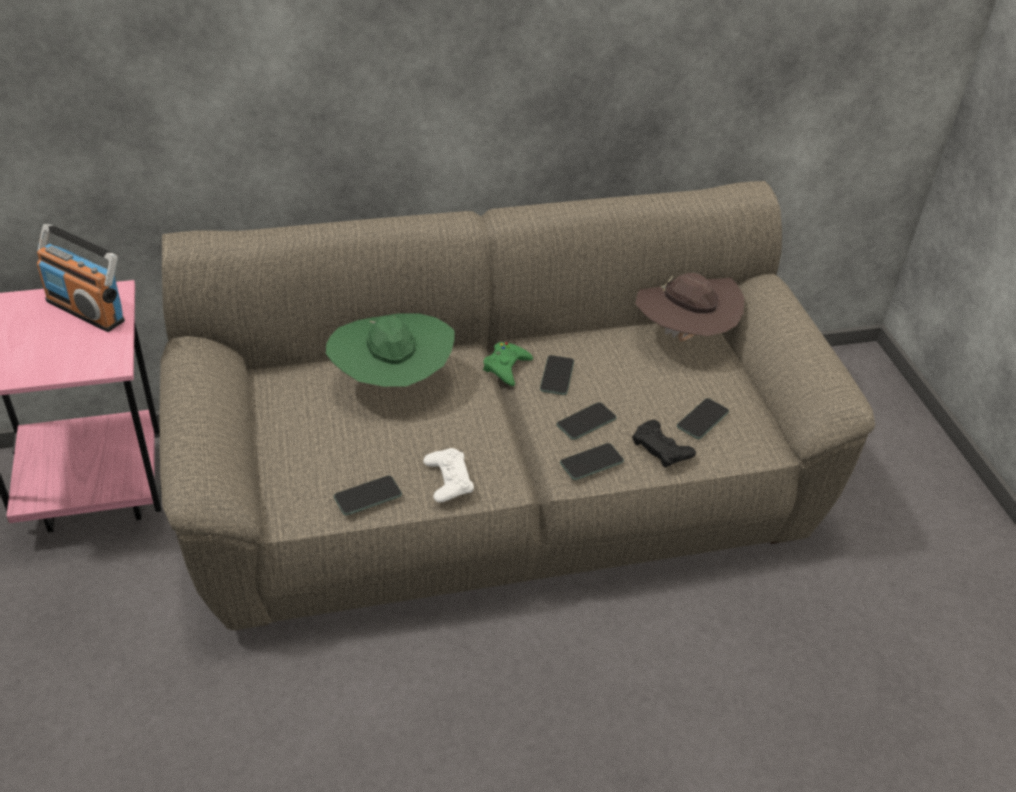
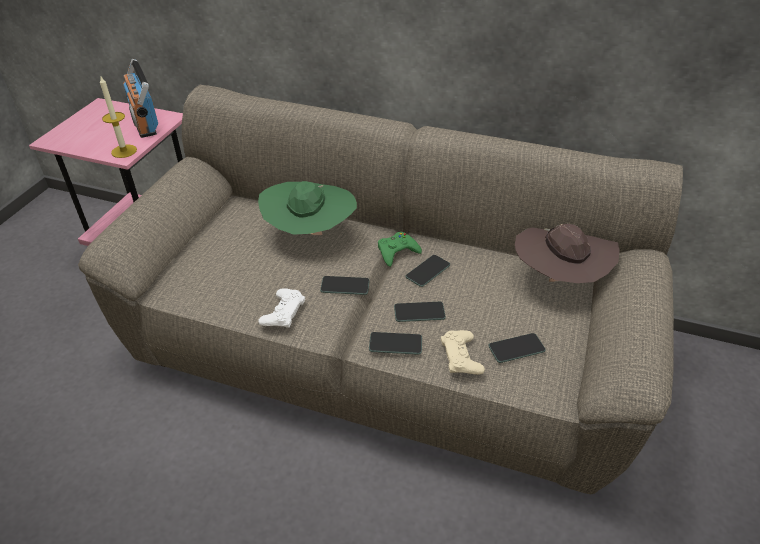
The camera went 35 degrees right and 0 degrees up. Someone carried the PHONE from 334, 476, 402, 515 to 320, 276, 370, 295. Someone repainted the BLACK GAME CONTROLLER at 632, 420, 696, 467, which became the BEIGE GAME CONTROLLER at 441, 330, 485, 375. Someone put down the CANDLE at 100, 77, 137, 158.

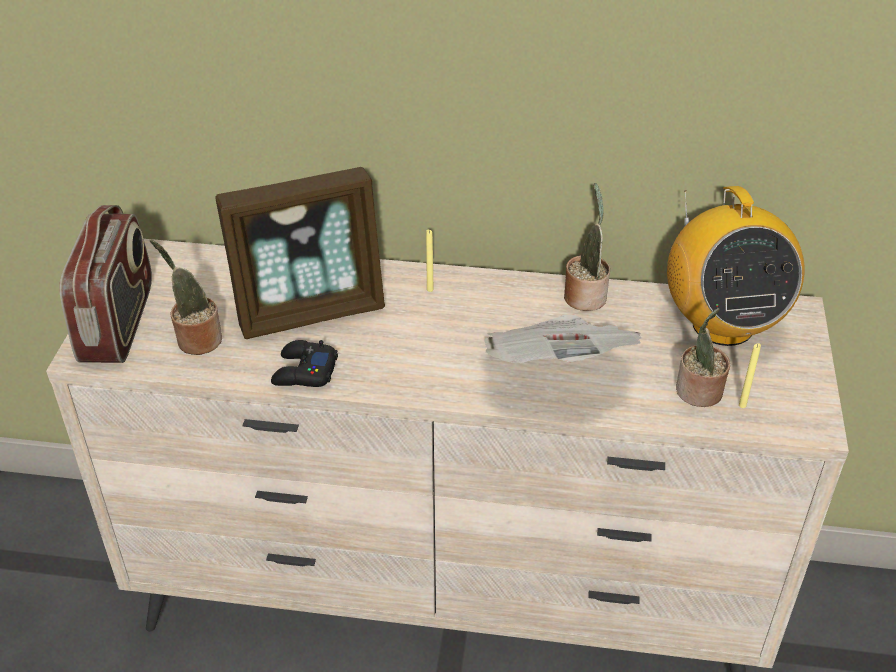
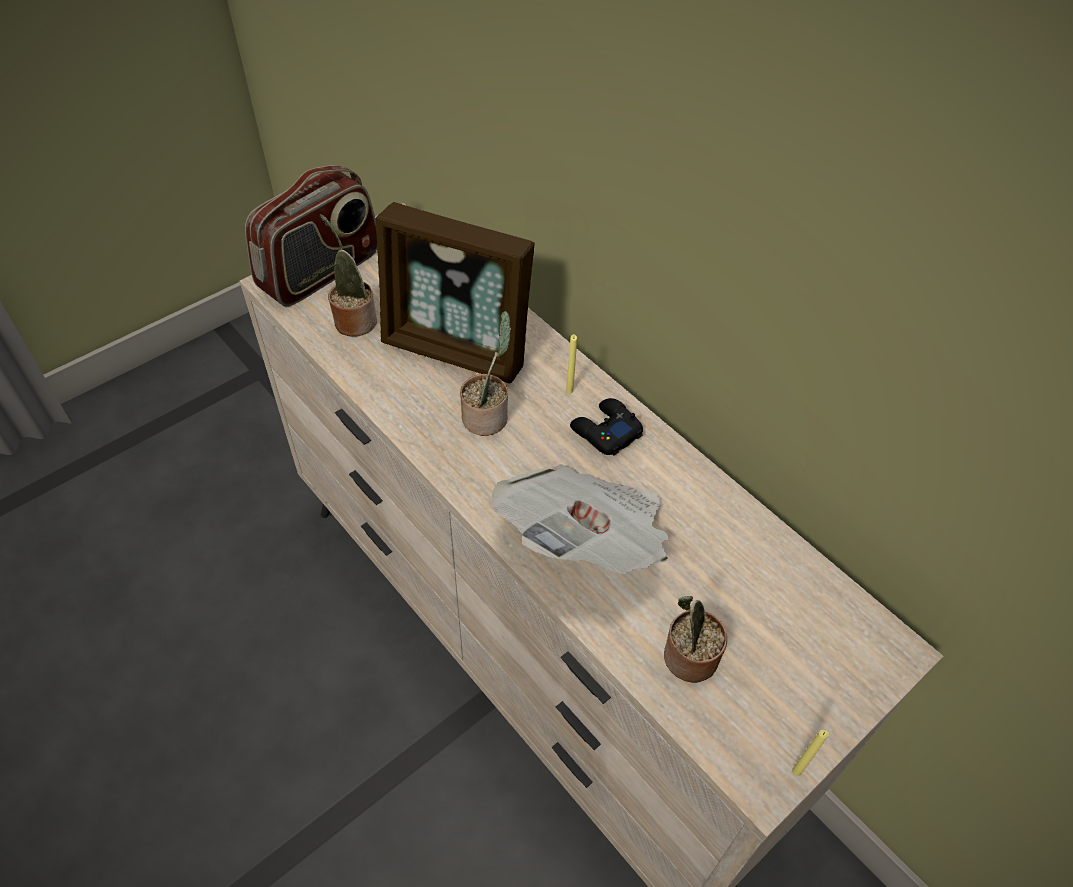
The camera went 40 degrees right and 10 degrees up. Someone carried the BLACK GAME CONTROLLER from 271, 340, 338, 387 to 570, 398, 643, 456. Someone carried the POTTED PLANT from 564, 183, 610, 311 to 460, 311, 511, 436. Someone took away the RADIO at 667, 186, 805, 346. Someone carried the YELLOW CANDLE from 739, 343, 761, 408 to 792, 730, 829, 776.

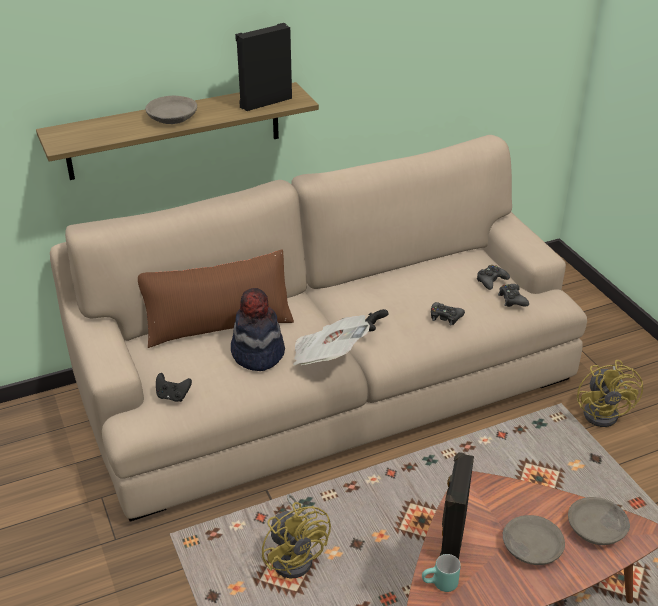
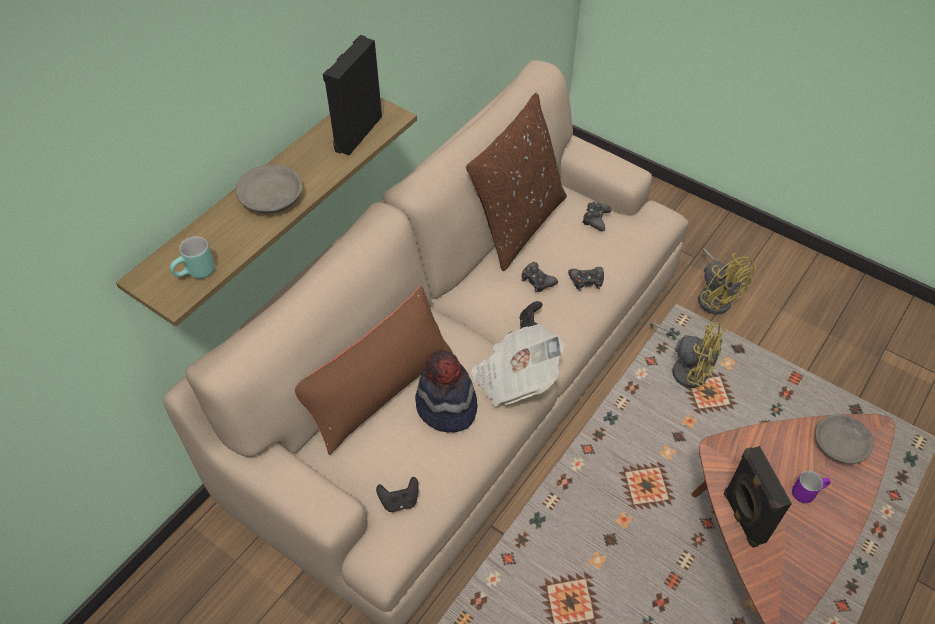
The camera went 30 degrees left and 15 degrees up. Someone carried the YELLOW FAN from 262, 494, 331, 578 to 650, 322, 725, 388. Someone carried the TURQUOISE MUG from 422, 554, 461, 592 to 170, 236, 215, 279. Someone carried the BLACK GAME CONTROLLER from 498, 284, 529, 307 to 521, 262, 558, 292. Someone swapped the GREY BOWL at 503, 515, 565, 565 for the PURPLE MUG at 792, 471, 830, 503. Someone put down the BROWN PILLOW at 466, 92, 567, 271.

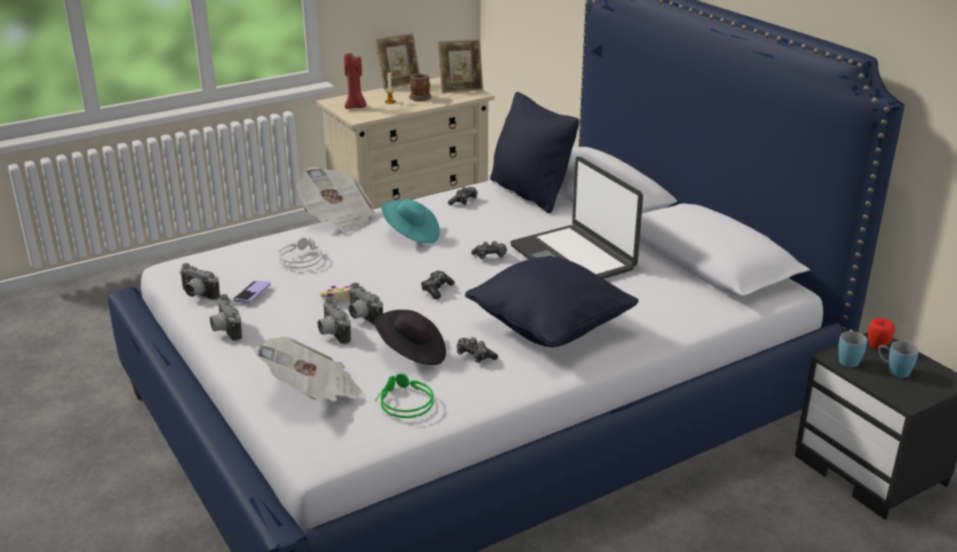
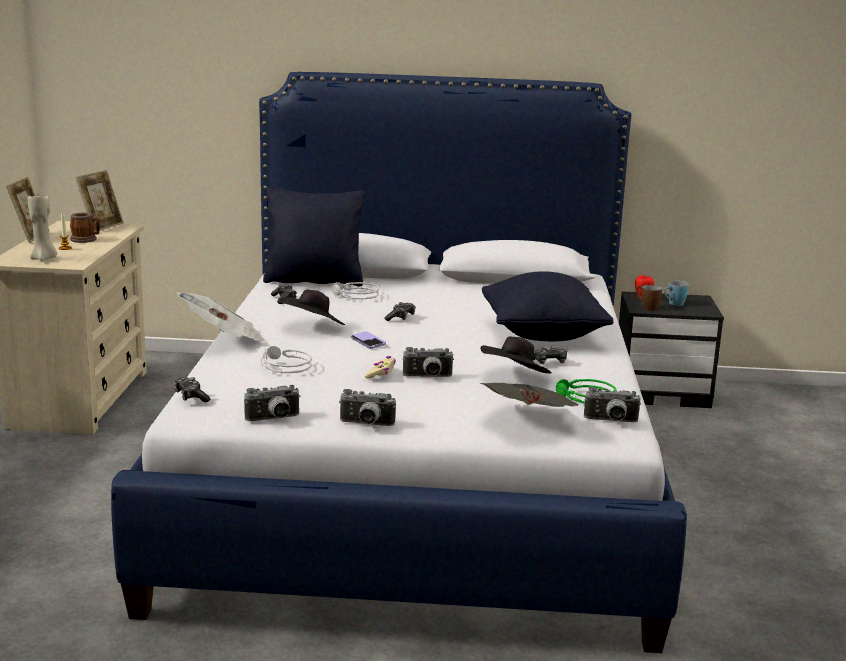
The camera went 55 degrees left and 10 degrees down. Someone carried the PHONE from 233, 281, 271, 303 to 351, 331, 386, 349. Someone carried the PHOTO CAMERA from 318, 298, 351, 344 to 584, 387, 641, 422. Someone repainted the RED CANDLE at 344, 53, 366, 109, which became the BEIGE CANDLE at 28, 196, 57, 261. Someone repainted the TURQUOISE HAT at 381, 199, 440, 244, which became the BLACK HAT at 279, 289, 345, 325. Someone carried the GAME CONTROLLER from 421, 271, 455, 299 to 174, 377, 210, 403. Someone took away the LAPTOP at 510, 157, 643, 279. Someone repainted the BLUE MUG at 838, 329, 867, 367, which became the BROWN MUG at 637, 285, 662, 311. Someone put down the GREY HEADPHONES at 332, 282, 379, 299.

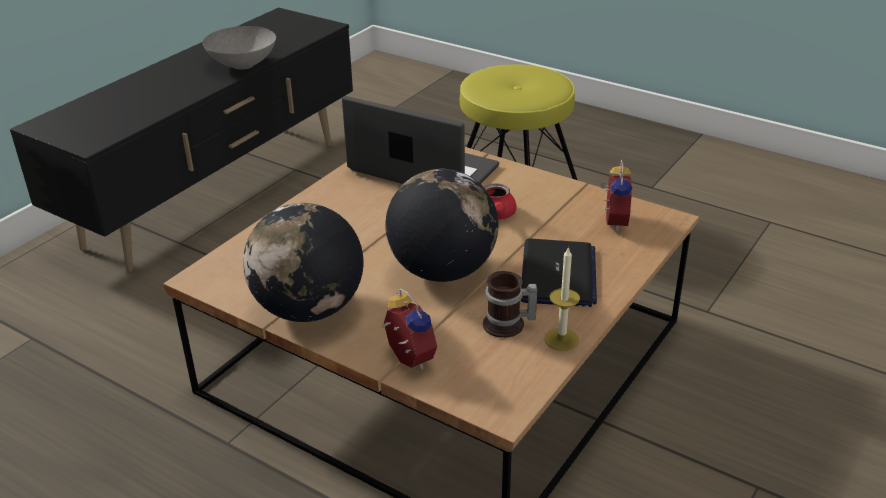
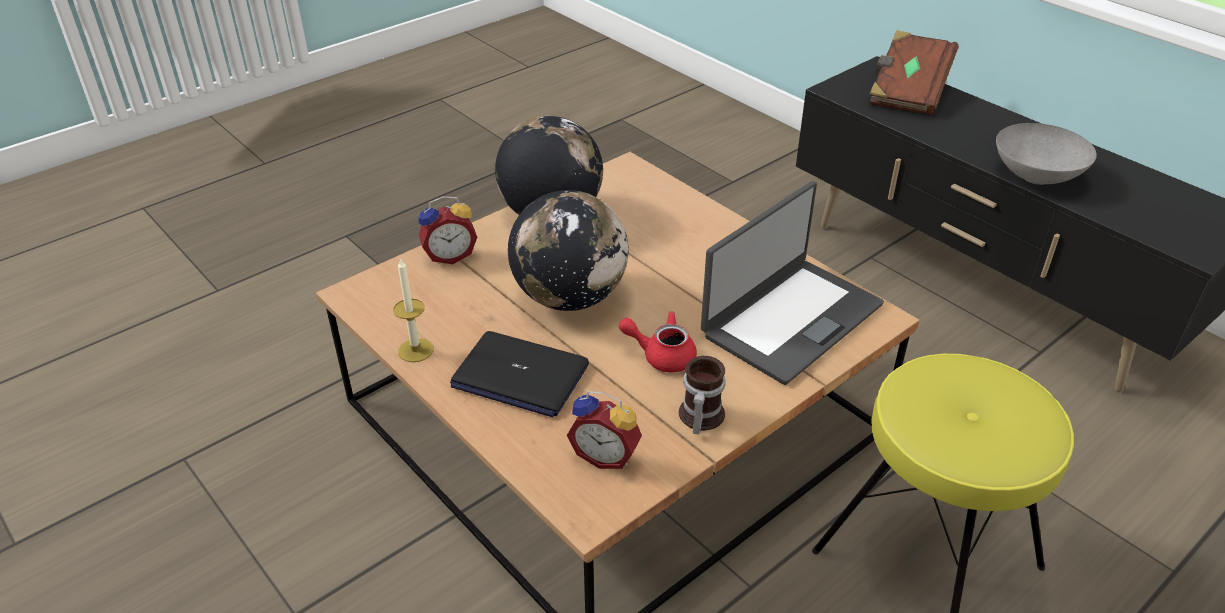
The camera went 105 degrees right and 5 degrees up. Someone carried the MUG from 483, 271, 537, 338 to 679, 356, 726, 434. Someone put down the BROWN BOOK at 870, 30, 958, 115.

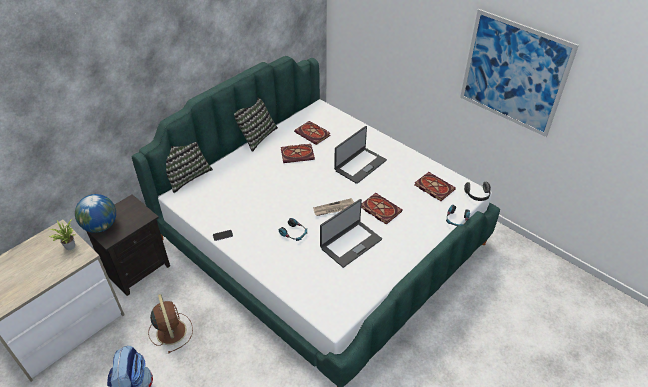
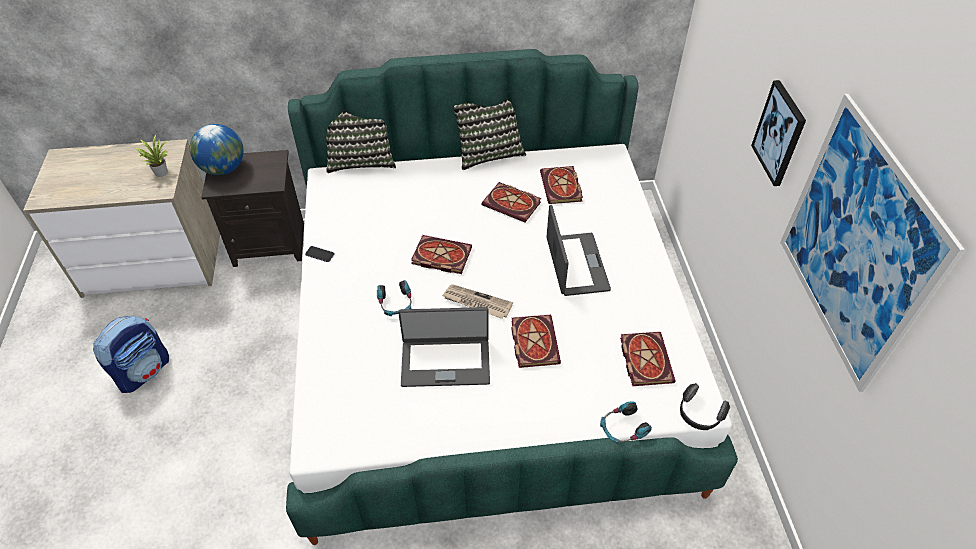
The camera went 40 degrees right and 5 degrees up. Someone took away the BROWN FAN at 148, 294, 193, 353. Someone rotated the LAPTOP at 334, 126, 387, 184 by 90 degrees counterclockwise. Someone put down the BOOK at 411, 235, 472, 274. Someone put up the PICTURE at 751, 80, 806, 186.

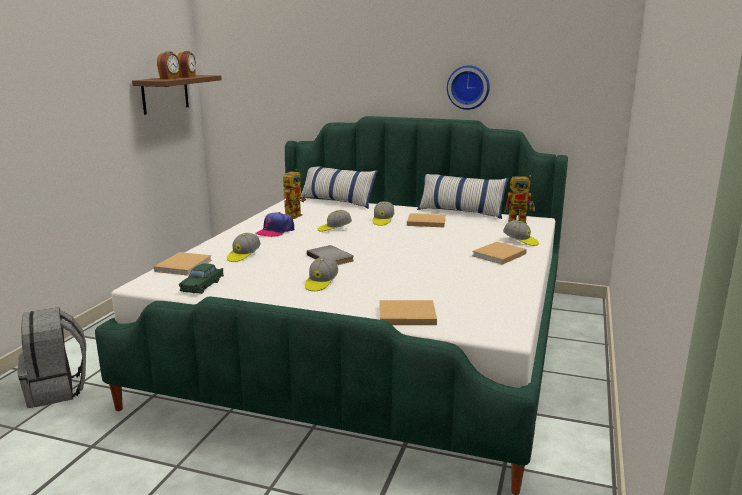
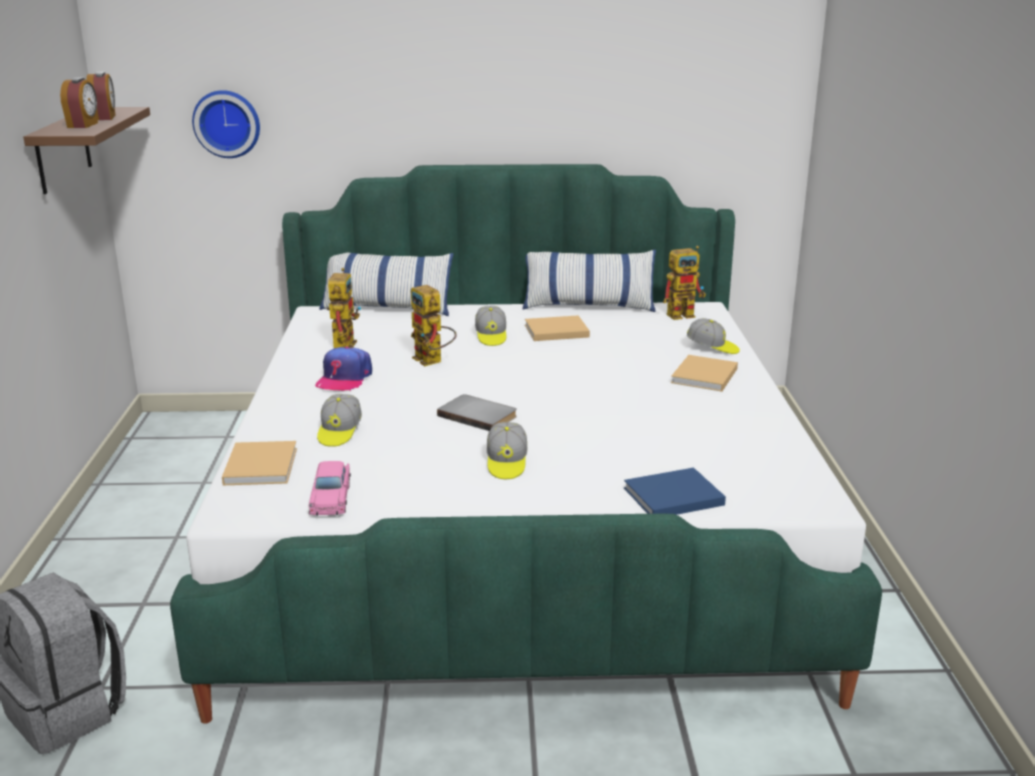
The camera went 20 degrees left and 5 degrees up. Someone repainted the GREEN TOY CAR at 179, 263, 224, 294, which became the PINK TOY CAR at 308, 461, 351, 516. Someone swapped the CAP at 318, 210, 352, 231 for the TOY ROBOT at 411, 285, 456, 366. Someone repainted the BEIGE BOOK at 380, 300, 437, 325, which became the BLUE BOOK at 624, 468, 726, 515. Someone carried the WALL CLOCK from 447, 65, 490, 110 to 192, 90, 260, 158.

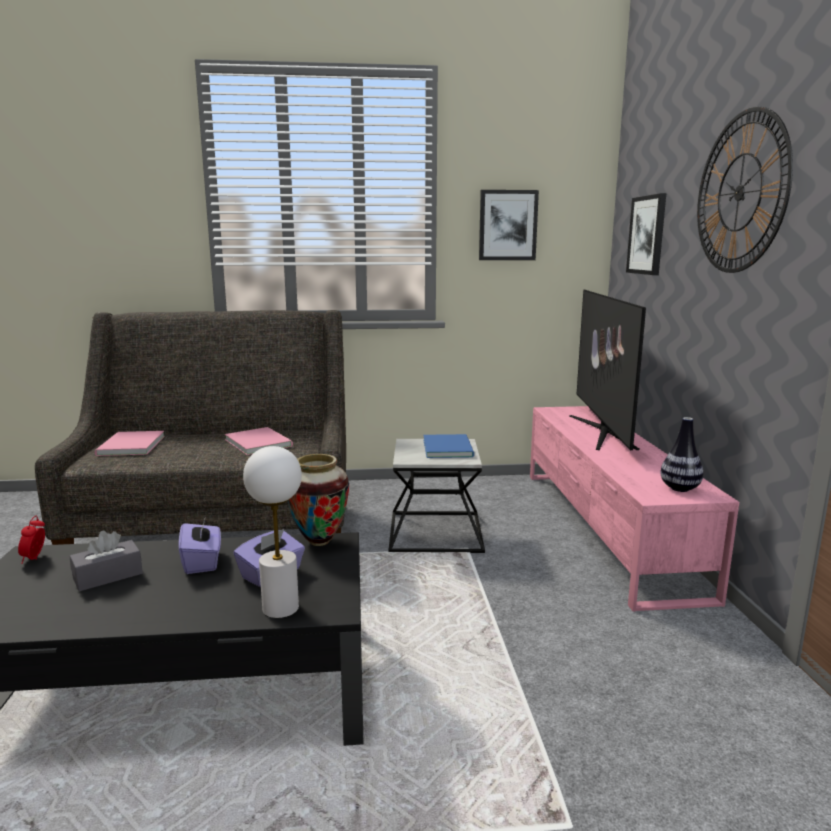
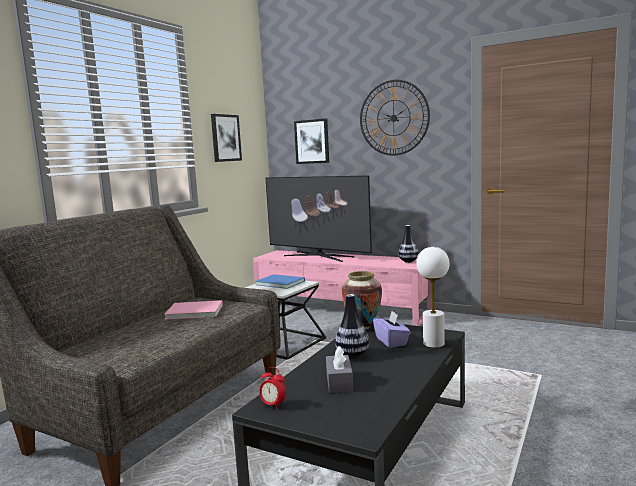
The camera went 55 degrees left and 5 degrees down. Someone took away the PINK BOOK at 94, 431, 165, 456. Someone swapped the PURPLE TISSUE BOX at 178, 516, 221, 574 for the VASE at 335, 294, 369, 359.

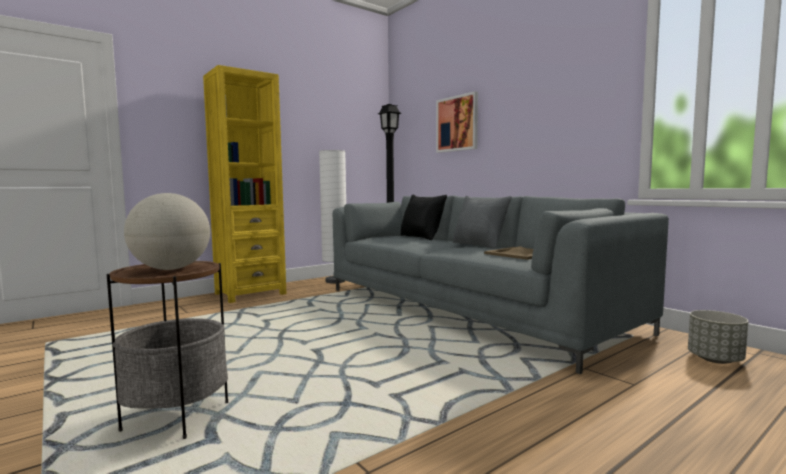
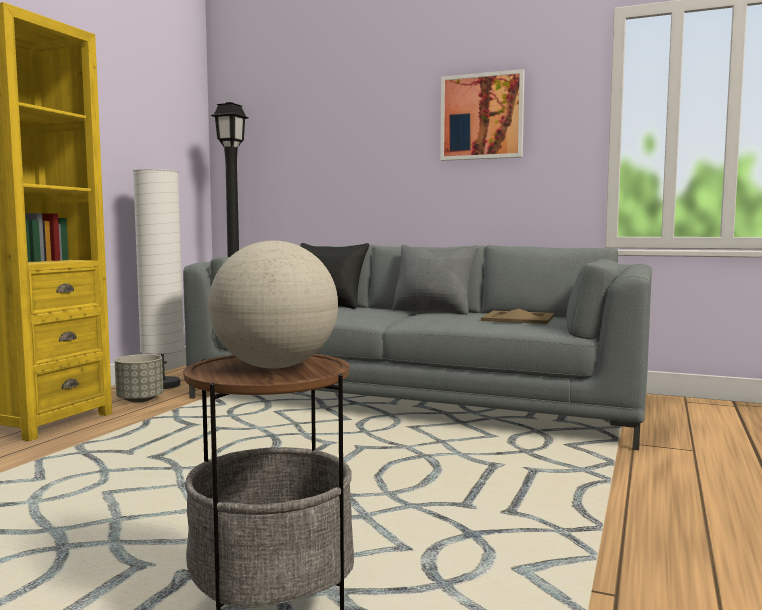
The camera went 30 degrees left and 0 degrees up. Someone carried the PICTURE from 436, 91, 478, 153 to 440, 69, 525, 161. Someone carried the GREY PLANTER from 688, 310, 749, 364 to 115, 354, 163, 403.

